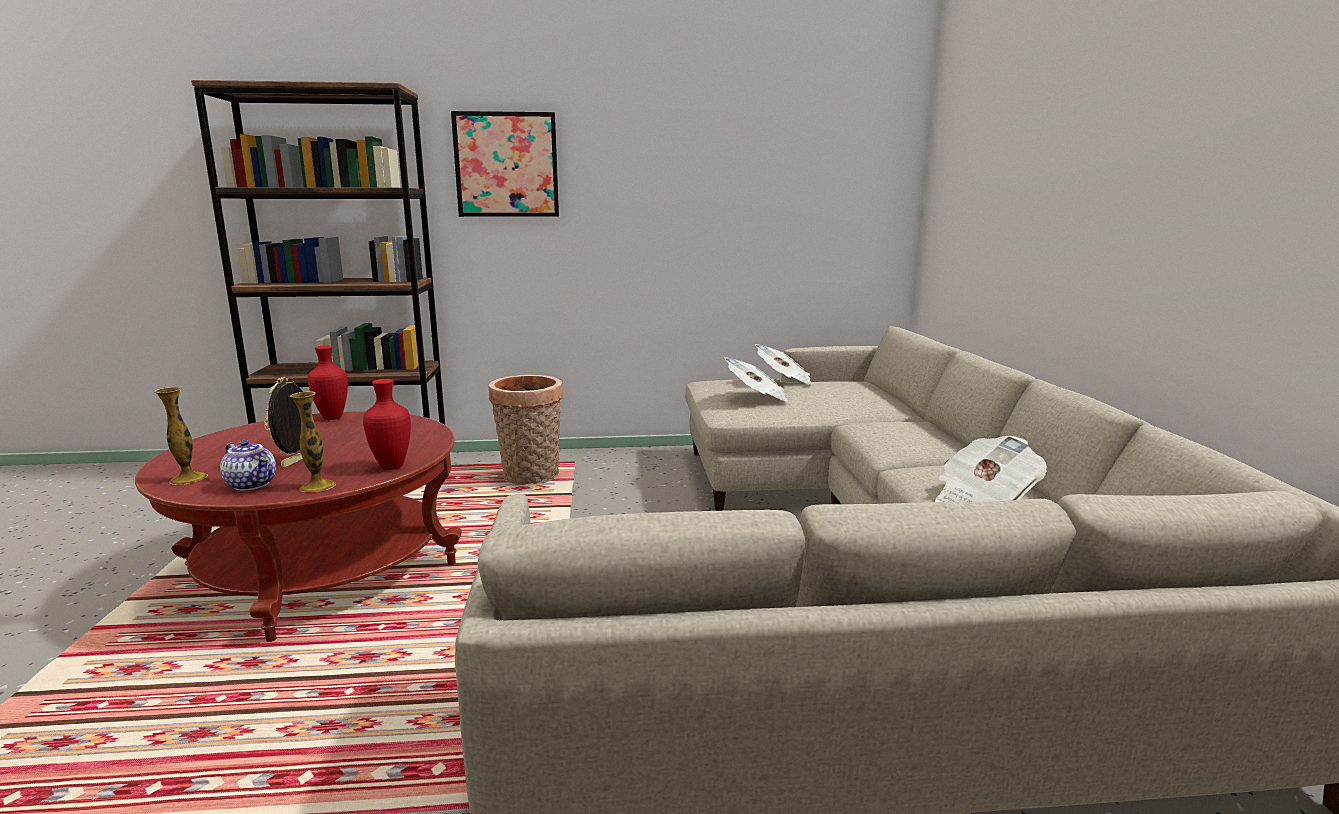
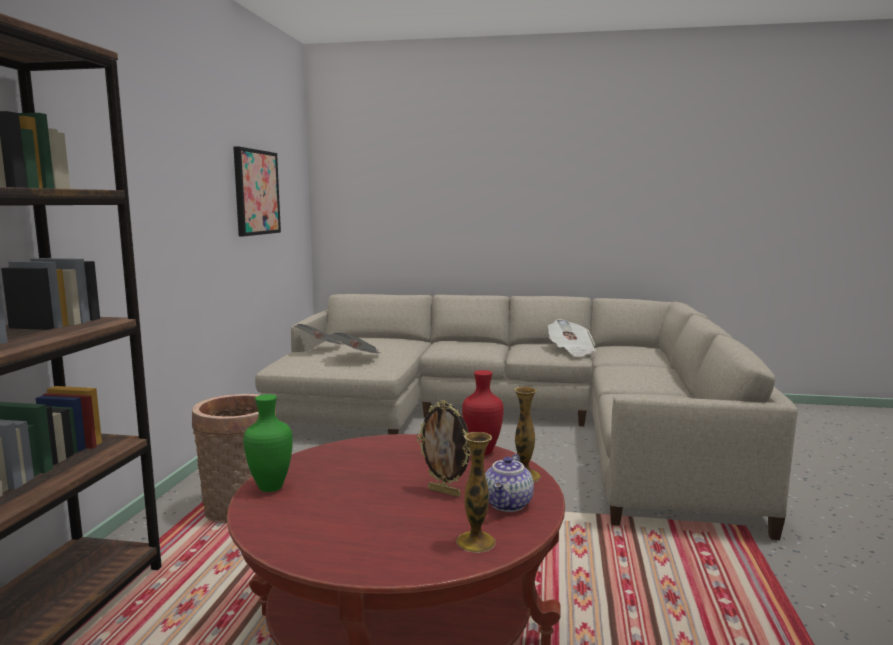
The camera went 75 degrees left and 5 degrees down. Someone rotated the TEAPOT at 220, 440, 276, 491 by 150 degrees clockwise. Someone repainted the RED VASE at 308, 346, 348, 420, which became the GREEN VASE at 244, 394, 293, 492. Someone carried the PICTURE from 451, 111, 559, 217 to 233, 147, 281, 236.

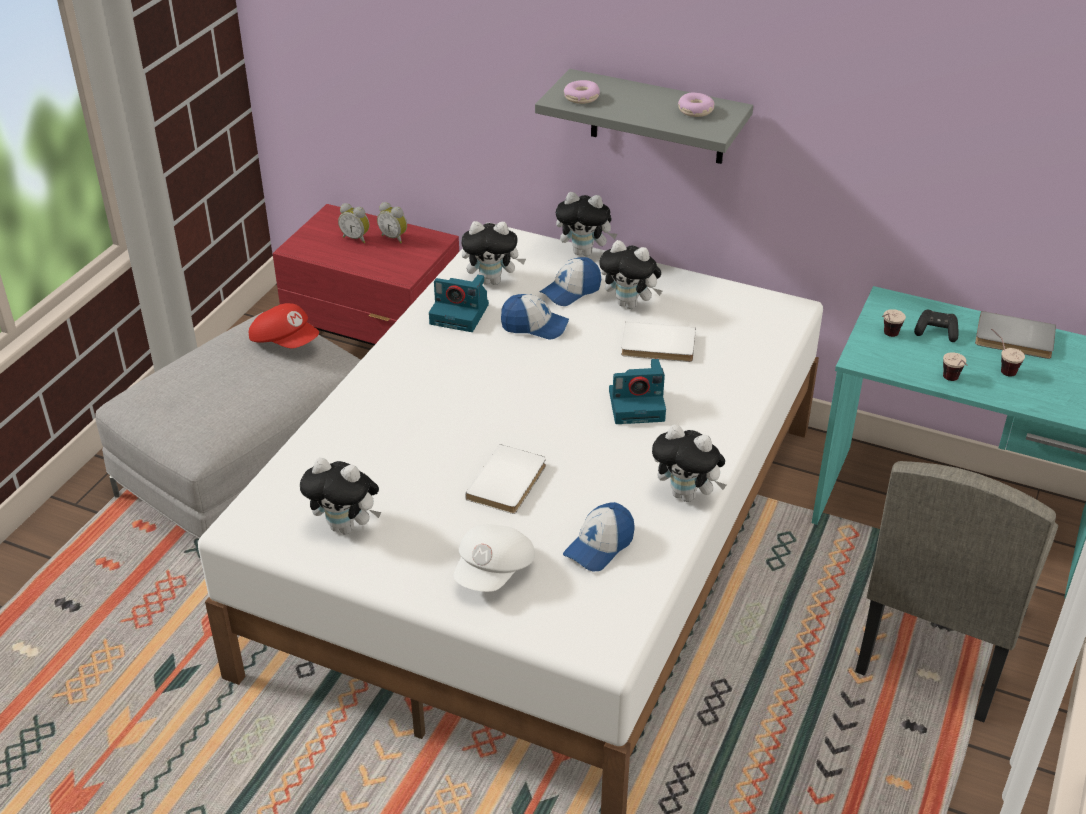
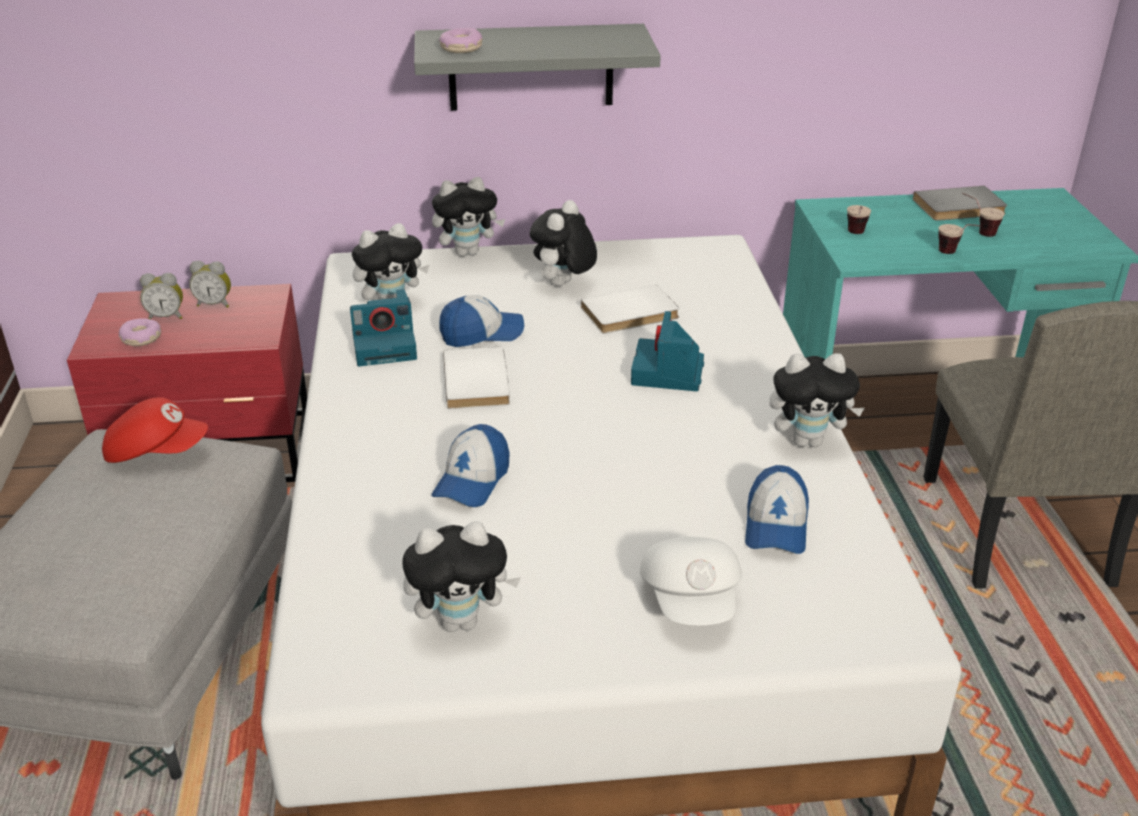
The camera went 30 degrees left and 5 degrees down. Someone carried the WHITE BOOK from 465, 444, 546, 514 to 443, 347, 510, 409. Someone carried the CAP from 540, 257, 601, 306 to 431, 424, 510, 507. Someone rotated the PLUSH TOY at 599, 240, 662, 309 by 120 degrees clockwise. Someone rotated the PHOTO CAMERA at 609, 359, 666, 424 by 135 degrees clockwise. Someone carried the DONUT from 678, 93, 714, 117 to 119, 318, 161, 346. Someone took away the BLACK GAME CONTROLLER at 914, 309, 958, 342.

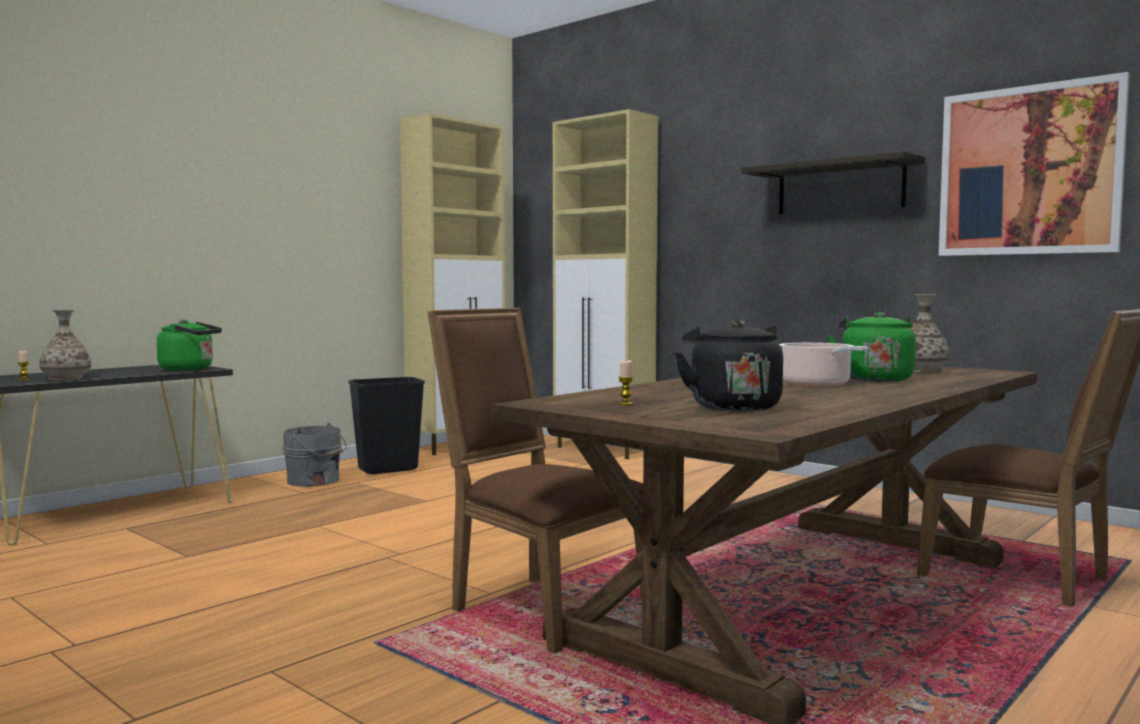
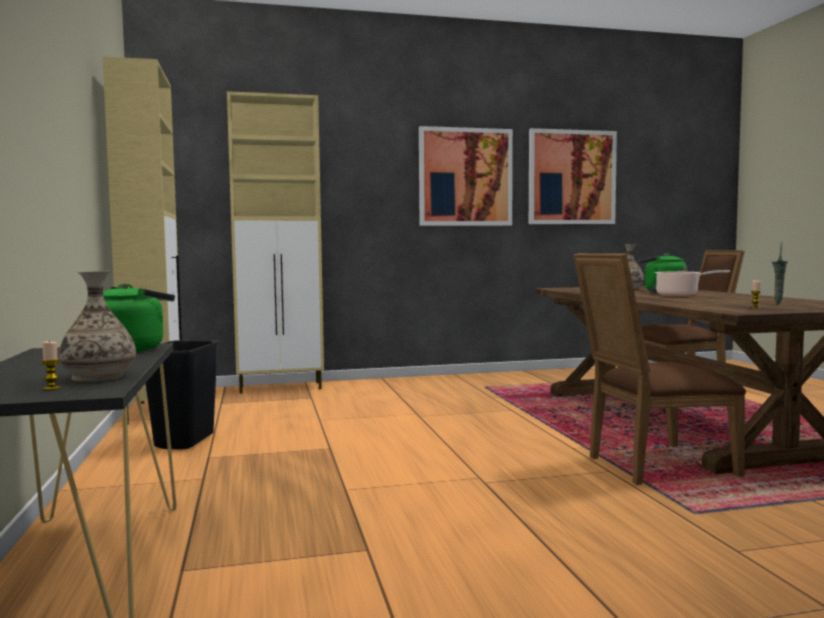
The camera went 55 degrees left and 0 degrees up. Someone took away the GREY BUCKET at 283, 423, 347, 487. Someone swapped the BLACK KETTLE at 675, 320, 783, 411 for the GREEN VASE at 772, 242, 788, 304. Someone swapped the SHELF at 741, 151, 925, 214 for the PICTURE at 419, 126, 513, 226.

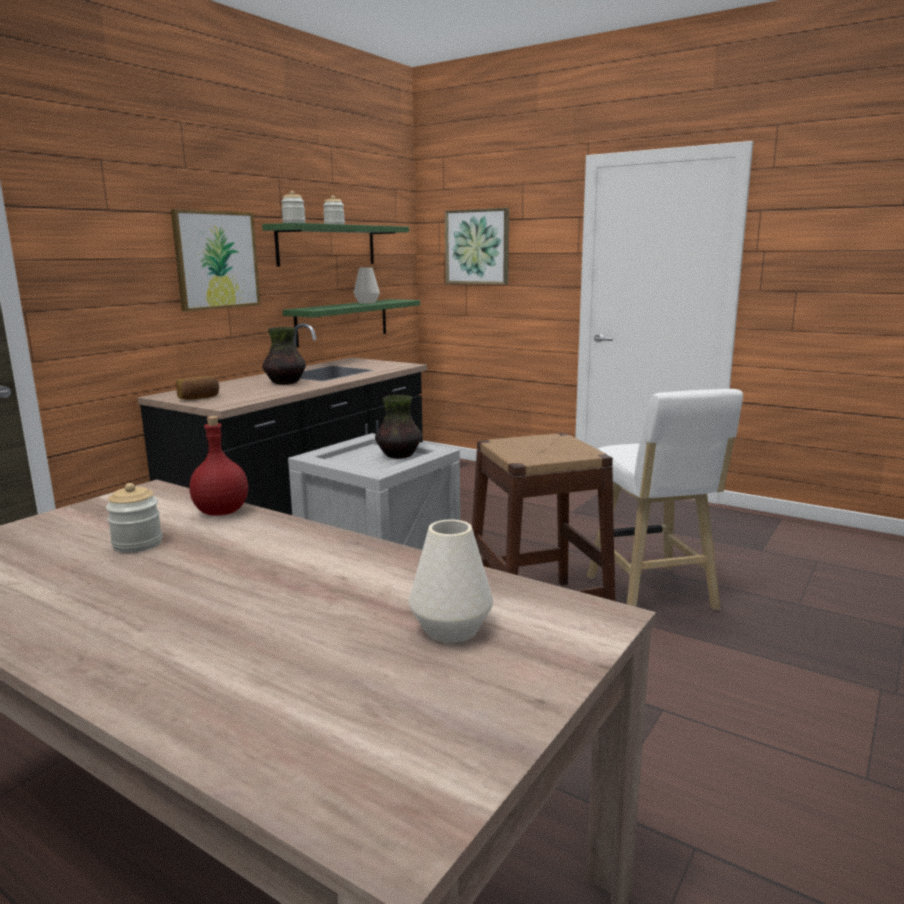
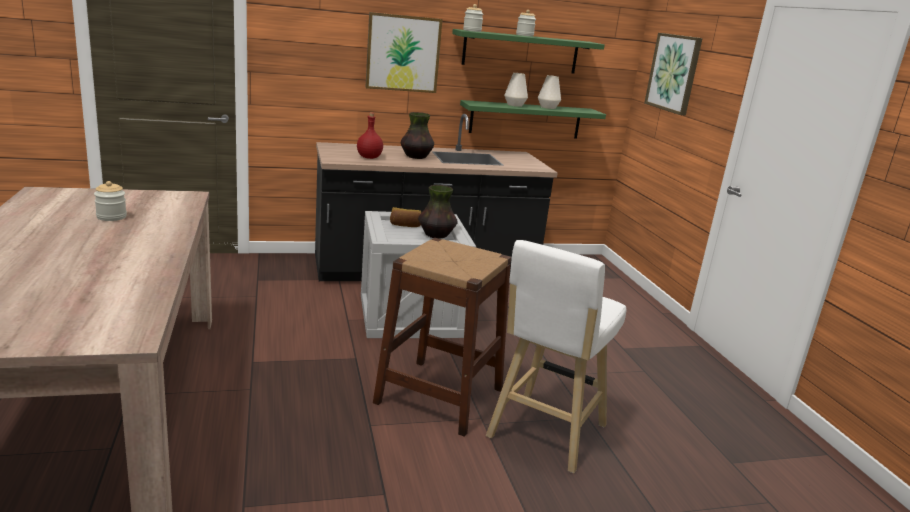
The camera went 40 degrees right and 5 degrees up. Someone carried the BREAD from 176, 376, 219, 400 to 390, 207, 421, 227. Someone carried the RED BOTTLE from 190, 416, 248, 516 to 357, 113, 383, 159. Someone carried the WHITE VASE from 409, 519, 493, 643 to 504, 73, 528, 107.

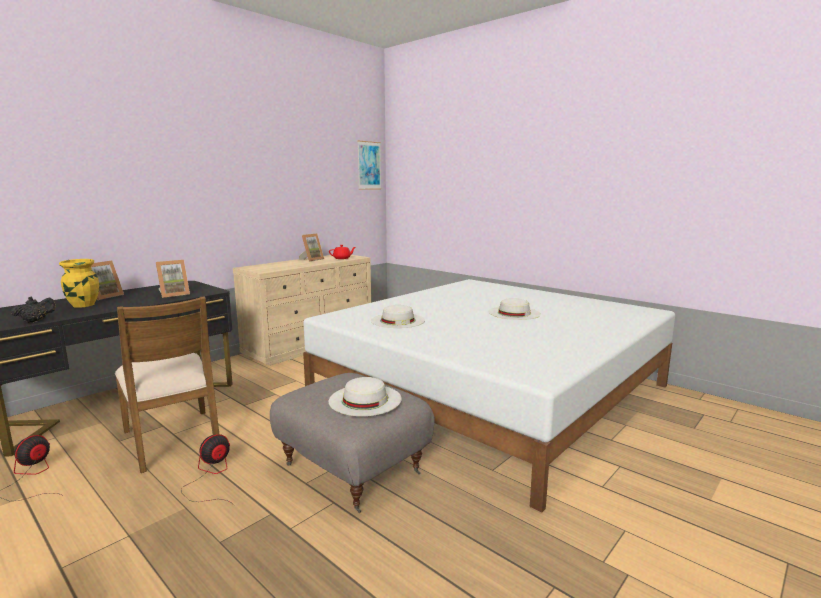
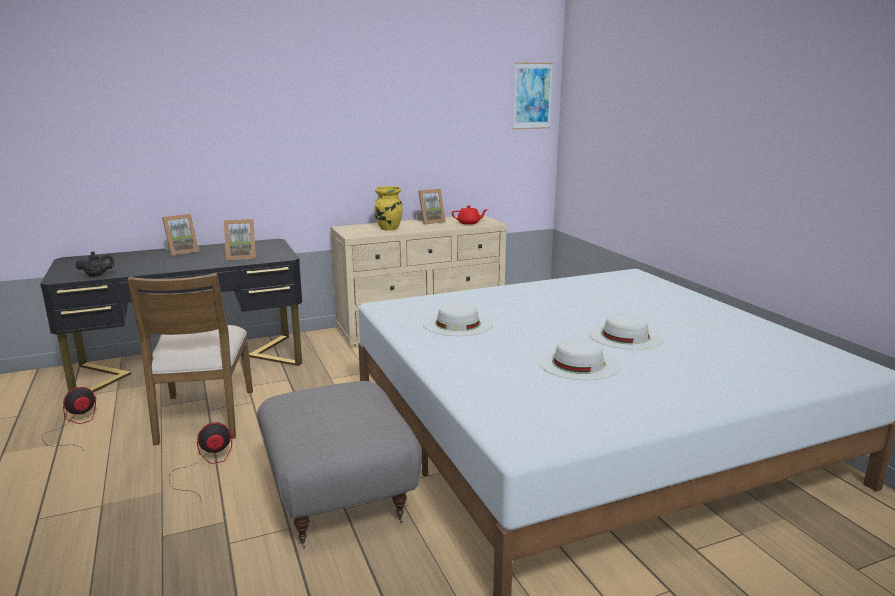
The camera went 25 degrees right and 5 degrees up. Someone carried the YELLOW VASE from 59, 259, 99, 308 to 374, 186, 403, 231. Someone carried the WHITE HAT from 329, 377, 402, 416 to 538, 338, 621, 380.

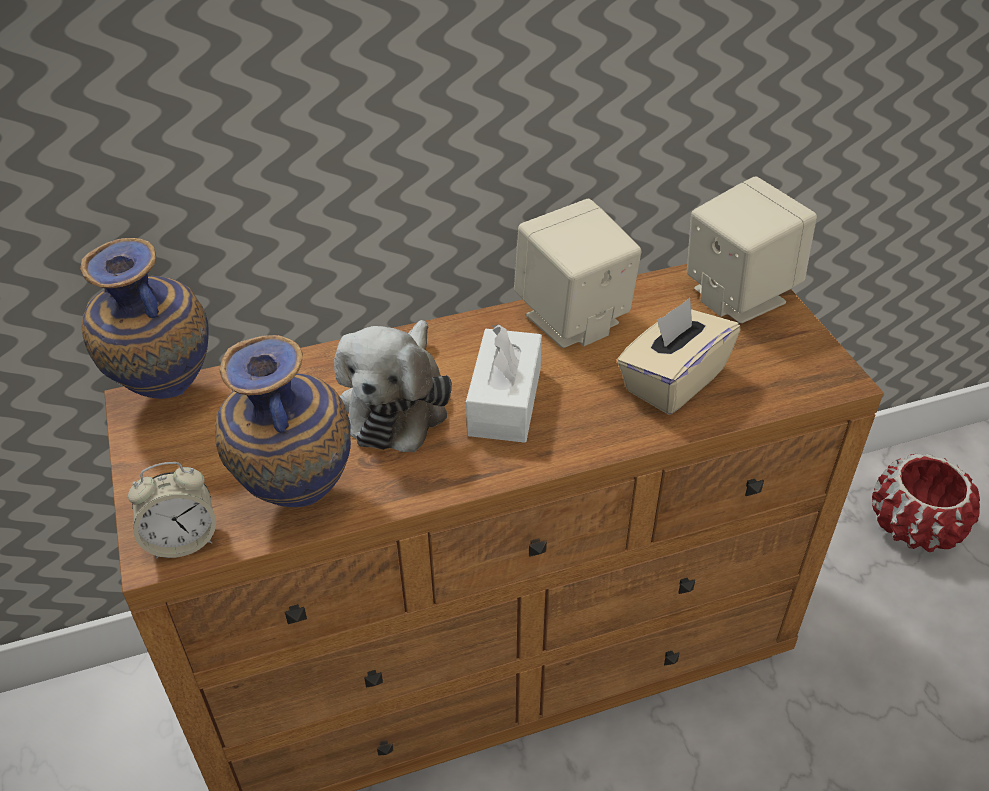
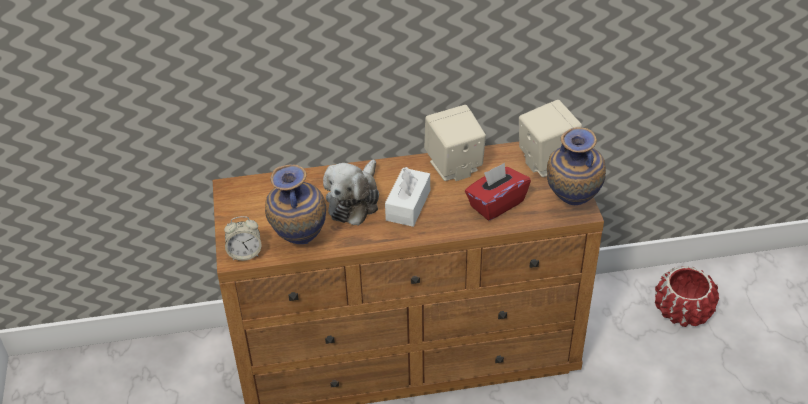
The camera went 10 degrees right and 0 degrees up. Someone carried the VASE from 80, 238, 209, 399 to 547, 127, 606, 205. Someone repainted the BEIGE TISSUE BOX at 617, 298, 741, 415, which became the RED TISSUE BOX at 465, 163, 531, 221.

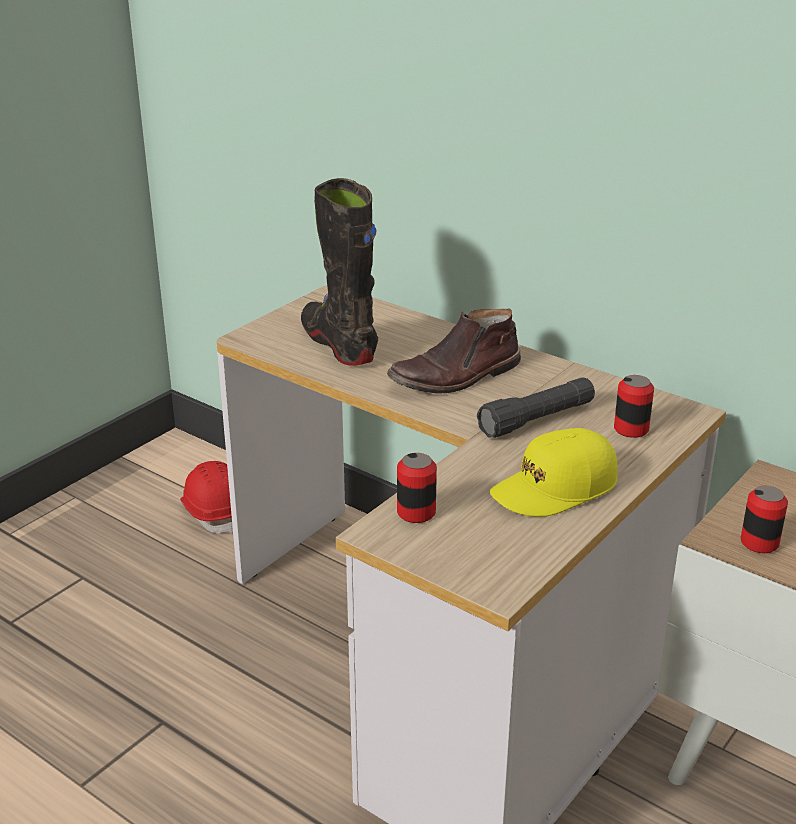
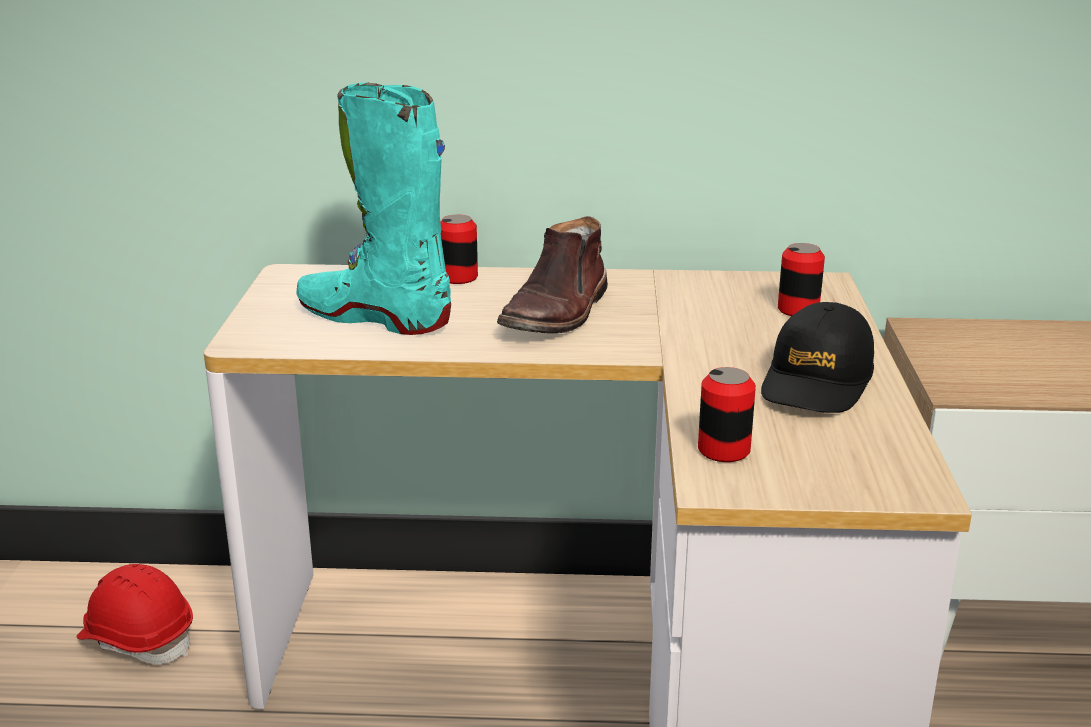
The camera went 35 degrees left and 5 degrees down. Someone repainted the BLACK BOOT at 301, 178, 378, 366, which became the TURQUOISE BOOT at 296, 83, 451, 335. Someone took away the BLACK FLASHLIGHT at 477, 377, 595, 438. Someone repainted the YELLOW CAP at 490, 428, 618, 517, which became the BLACK CAP at 761, 302, 874, 413. Someone carried the CAN from 741, 486, 788, 553 to 440, 215, 478, 284.

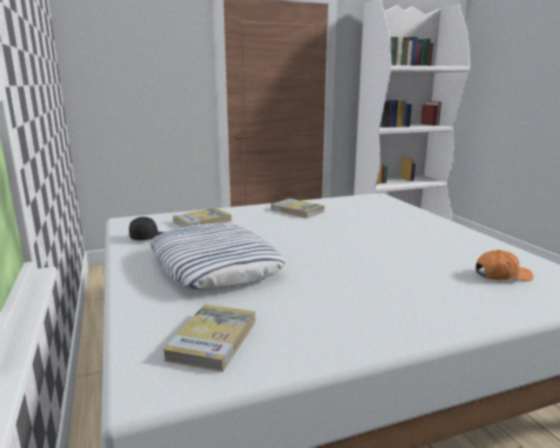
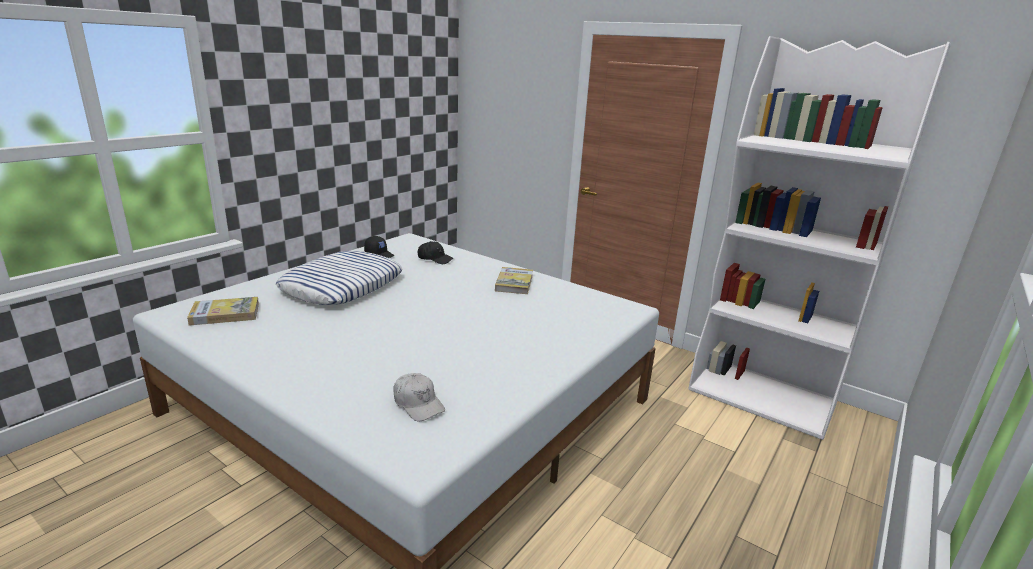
The camera went 55 degrees right and 5 degrees up. Someone swapped the BOOK at 173, 208, 232, 227 for the BLACK CAP at 418, 241, 454, 264. Someone repainted the ORANGE CAP at 476, 250, 533, 281, which became the WHITE CAP at 393, 373, 445, 421.

